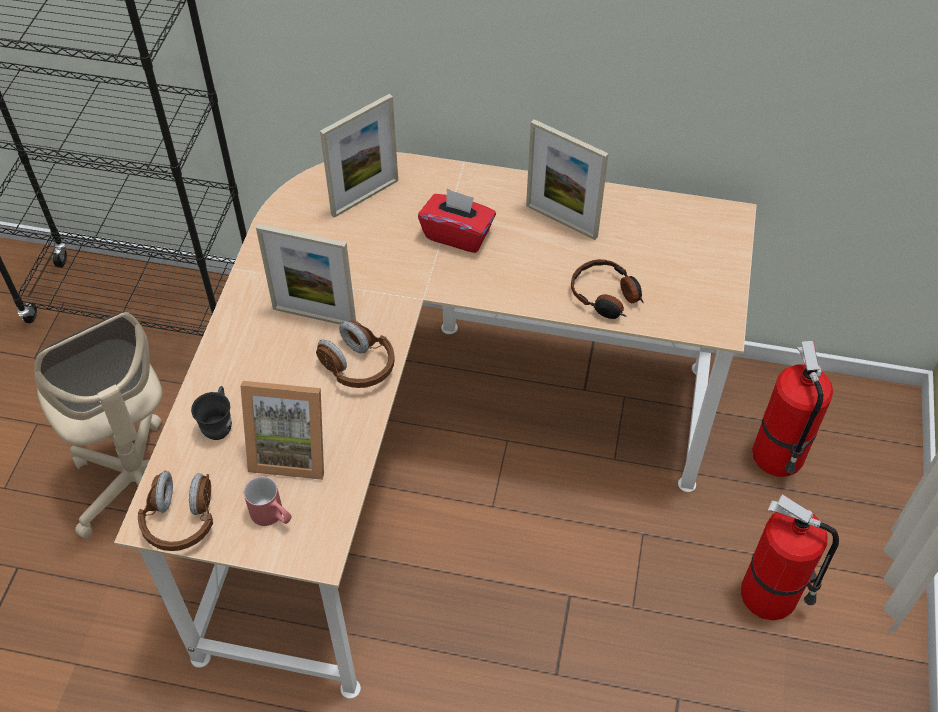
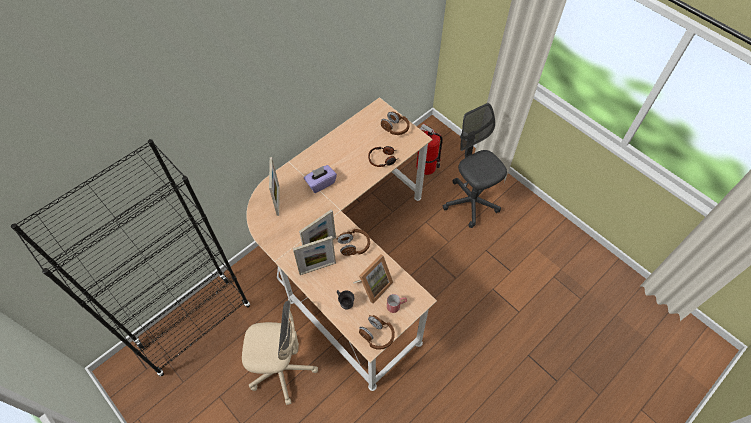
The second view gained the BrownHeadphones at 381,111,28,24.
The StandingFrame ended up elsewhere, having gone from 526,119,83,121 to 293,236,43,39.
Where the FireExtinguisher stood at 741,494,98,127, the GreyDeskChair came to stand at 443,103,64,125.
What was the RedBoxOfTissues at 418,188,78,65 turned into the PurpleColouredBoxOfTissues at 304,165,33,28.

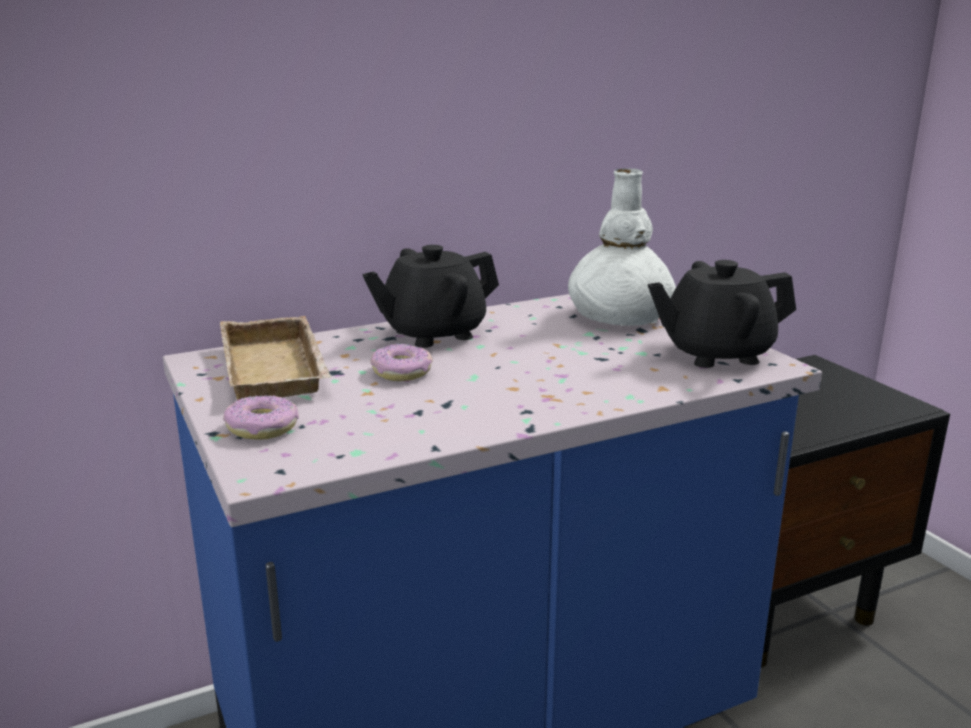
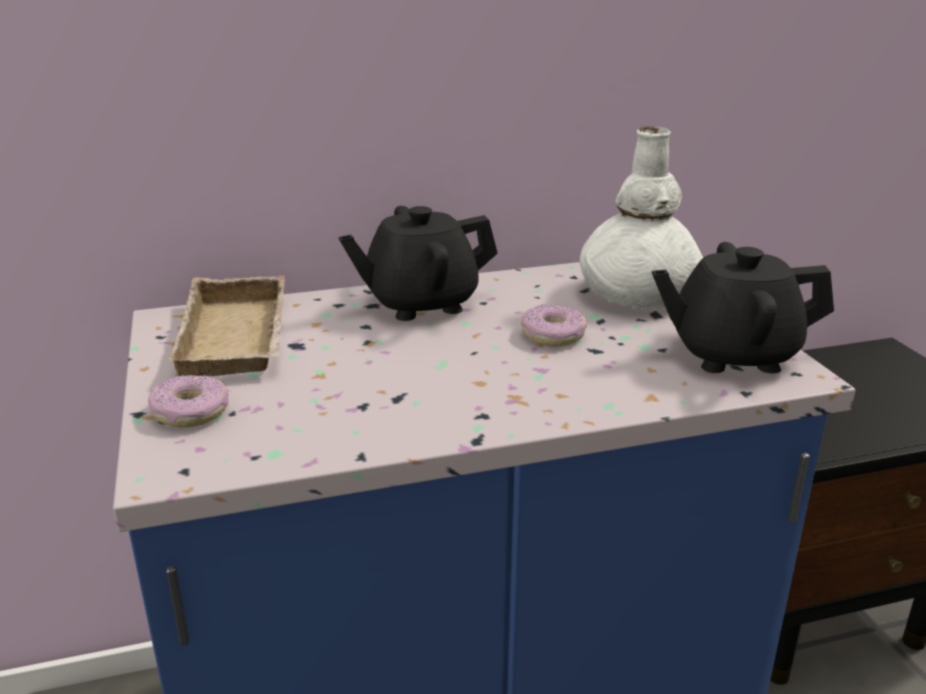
The Doughnut ended up elsewhere, having gone from 370,344,63,37 to 521,303,66,44.

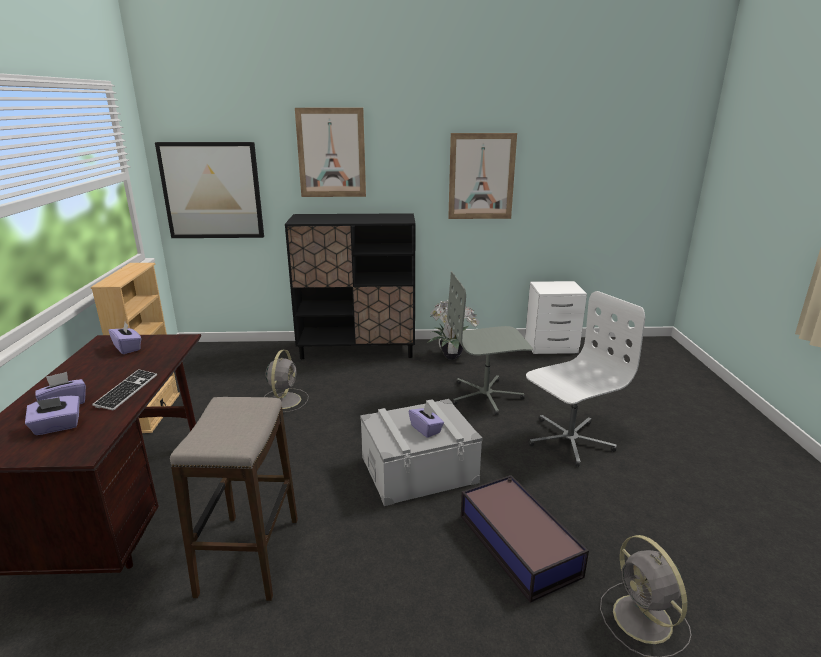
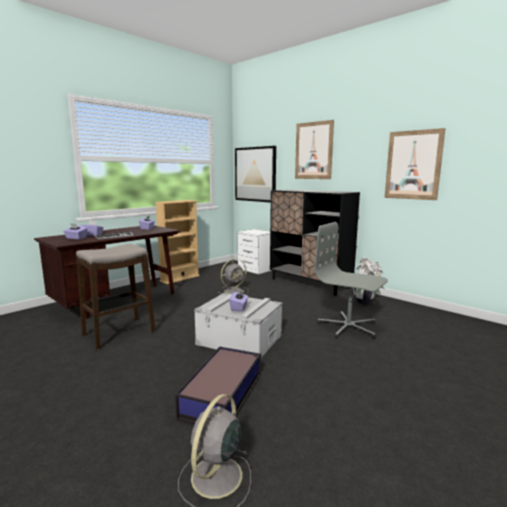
The second view lost the WhiteDeskChair at 526,291,119,176.
The WhiteBedsideTable ended up elsewhere, having gone from 525,281,62,73 to 238,229,34,45.

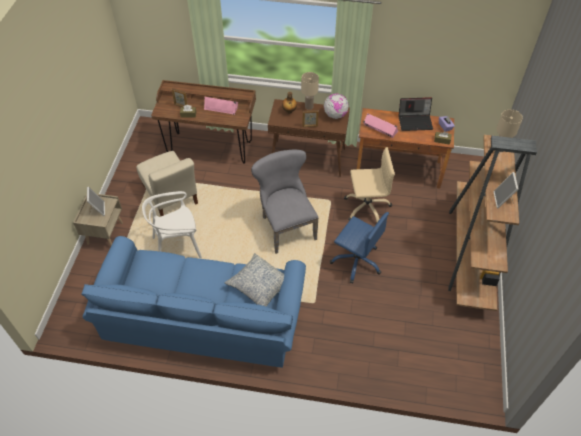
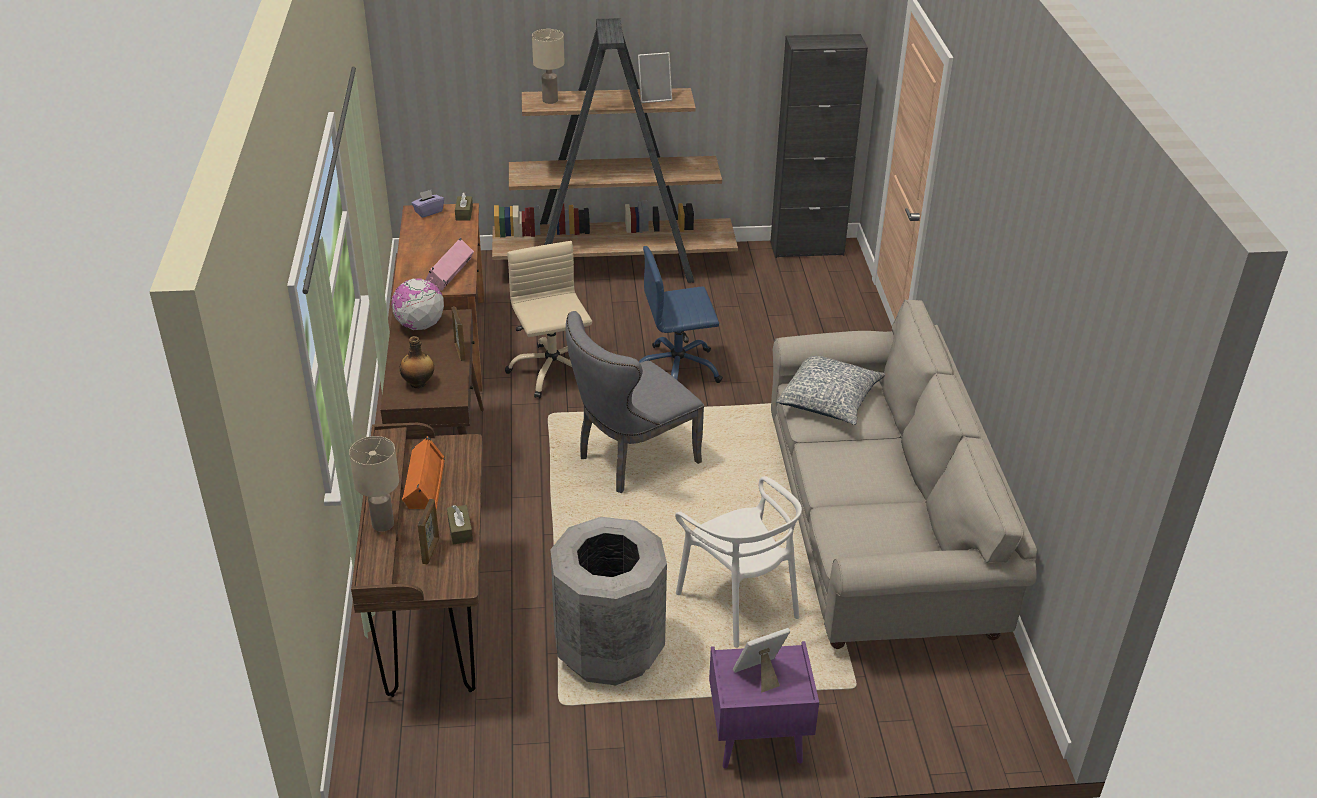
The second view lost the NotebookComputer at 399,97,34,34.
The second view gained the BlackColouredCupboard at 770,34,98,224.
The BeigeColouredLampForATable ended up elsewhere, having gone from 301,72,18,38 to 349,436,50,96.
Where the BeigeColouredChair stood at 136,151,62,65, the GreyTrashCan came to stand at 550,517,117,168.
What was the BeigeColouredBedsideTable at 73,194,50,52 turned into the PurpleColouredBedsideTable at 709,641,110,127.
What was the BluishSettee at 81,236,225,132 turned into the BeigeColouredSettee at 771,299,266,350.
What was the PinkColouredSpeaker at 204,97,34,18 turned into the OrangeySpeaker at 402,436,43,73.
The BluishDeskChair at 330,212,59,72 ended up facing another way, 120 degrees counterclockwise from before.

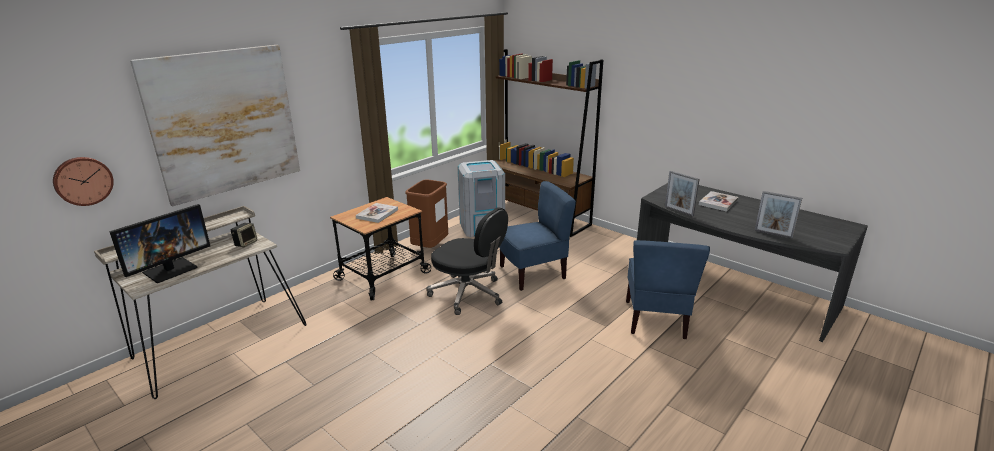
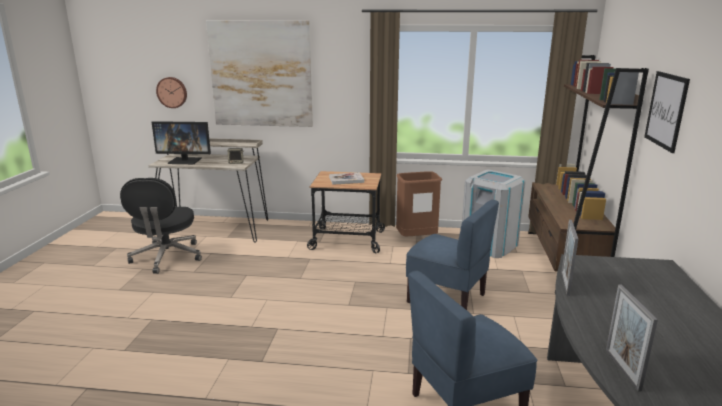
The second view lost the Book at 699,191,39,21.
The second view gained the WallPicture at 644,71,46,82.
The BlackColouredDeskChair ended up elsewhere, having gone from 427,207,81,108 to 120,178,82,96.

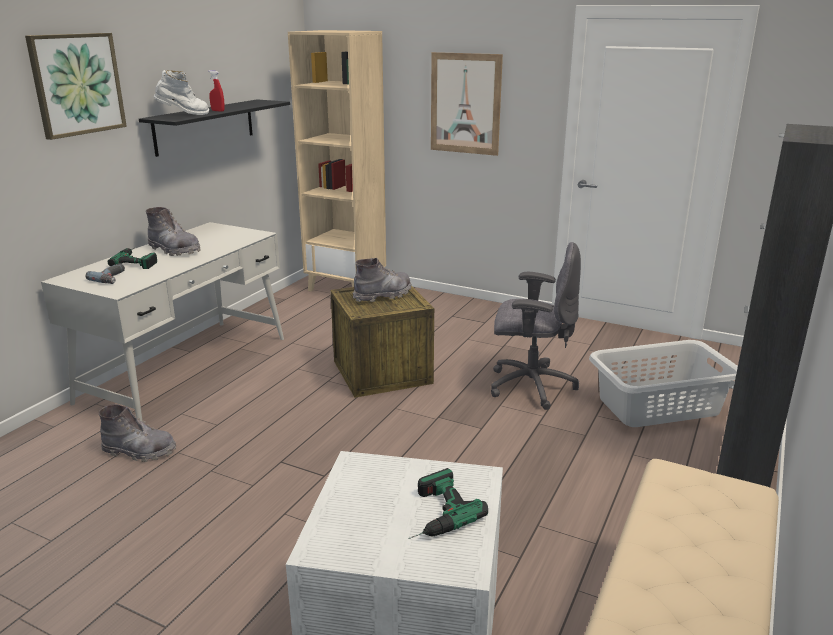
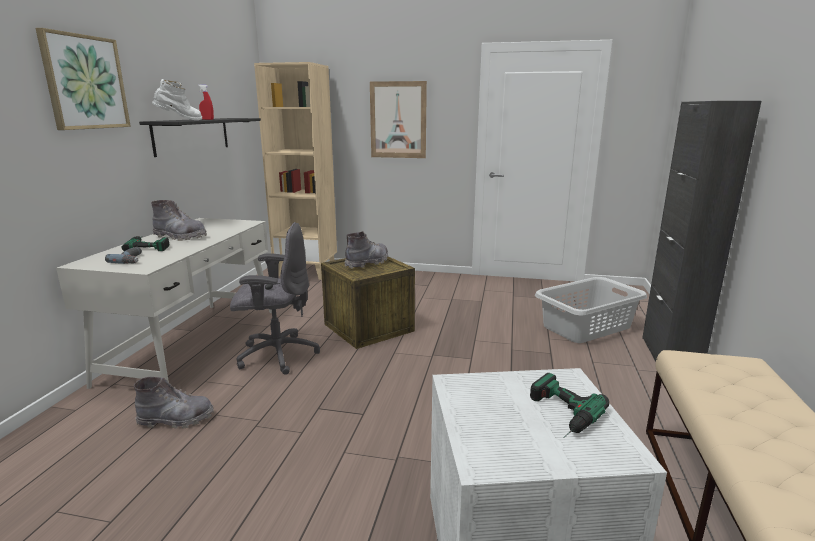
The GreyDeskChair ended up elsewhere, having gone from 491,242,90,168 to 230,222,90,153.

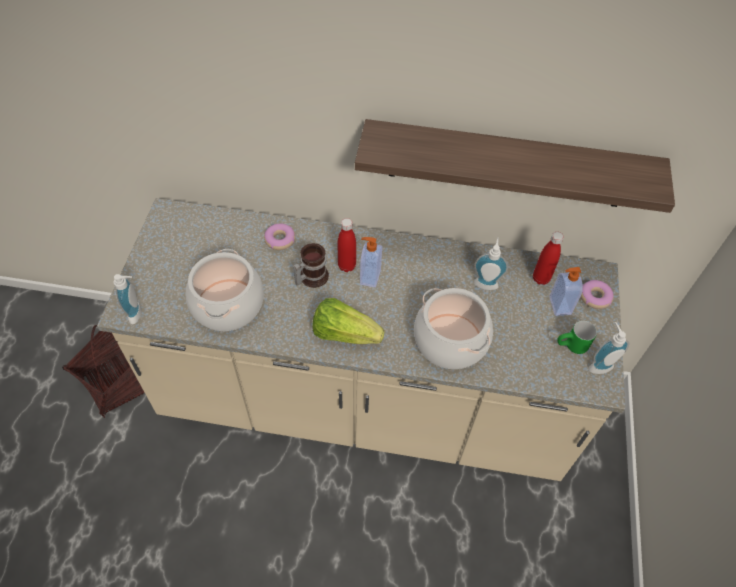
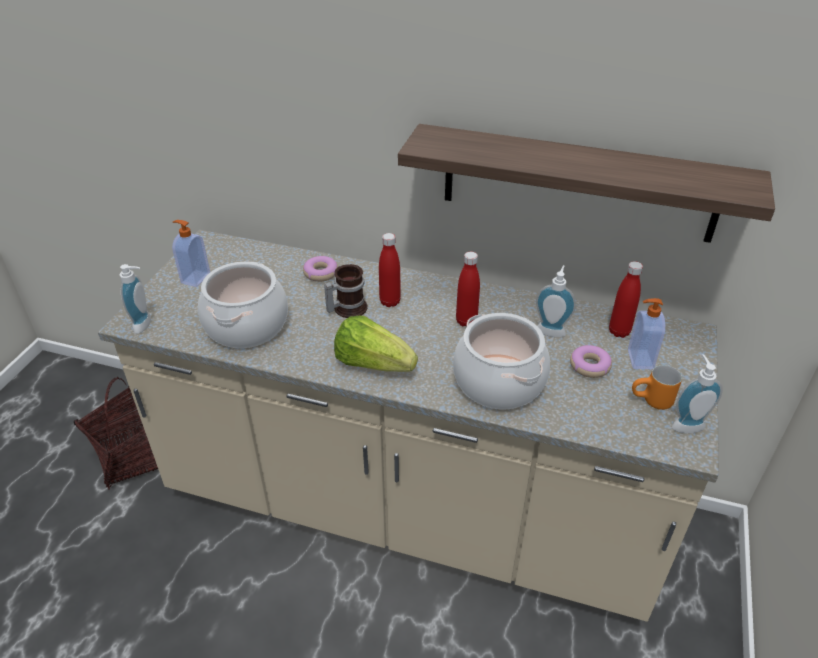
The second view gained the RedDrinkBottle at 456,252,24,75.
The LiquidSoapBottle ended up elsewhere, having gone from 360,237,22,51 to 172,220,38,67.
The Doughnut ended up elsewhere, having gone from 581,280,33,29 to 570,345,42,33.
What was the GreenColouredCoffeeMug at 557,321,40,33 turned into the OrangeyCoffeeMug at 632,365,50,45.

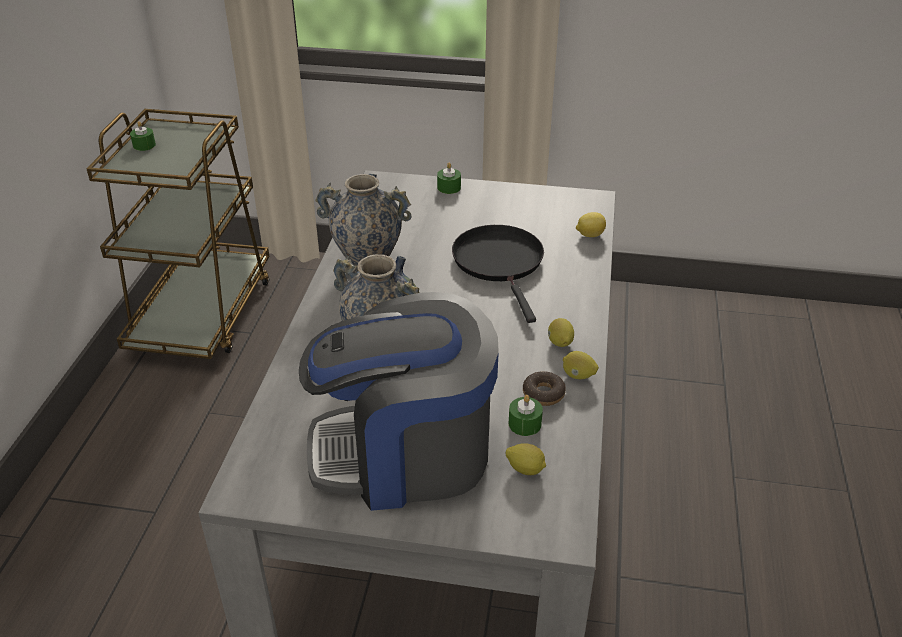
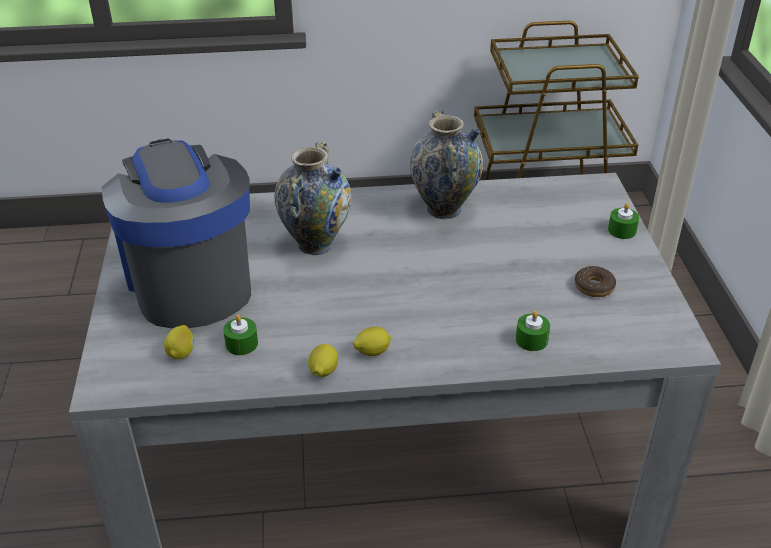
The second view lost the BlackColouredPan at 452,225,92,98.
The second view lost the CitrusFruit at 576,212,30,25.
The GreenColouredCandle ended up elsewhere, having gone from 130,121,26,30 to 516,310,34,41.
The Doughnut ended up elsewhere, having gone from 523,371,43,35 to 575,266,41,31.

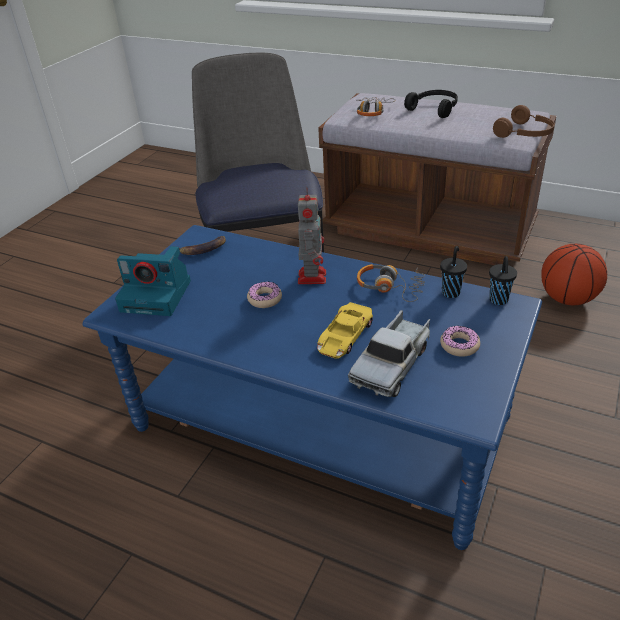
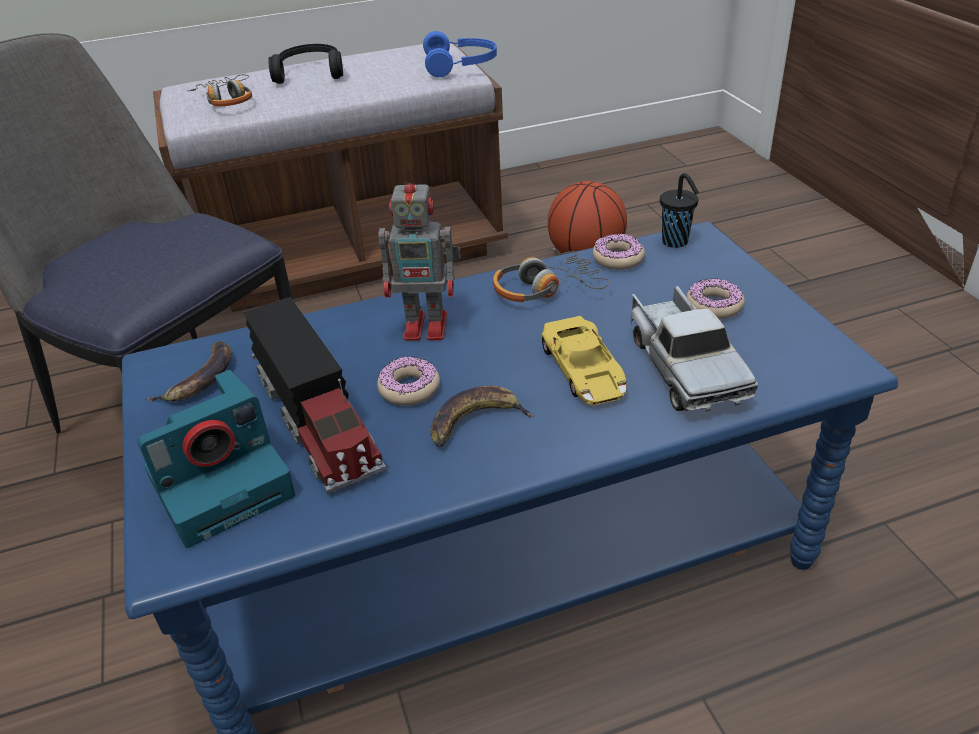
The second view gained the ModelTruck at 243,297,143,197.
The second view gained the Banana at 430,386,106,60.
Where the BlackColouredSmallCup stood at 440,246,27,52, the Doughnut came to stand at 593,233,52,37.
What was the BrownHeadphones at 493,105,62,33 turned into the BluishHeadphones at 423,31,74,46.
The RobotFigure at 298,187,28,97 ended up facing another way, 135 degrees clockwise from before.

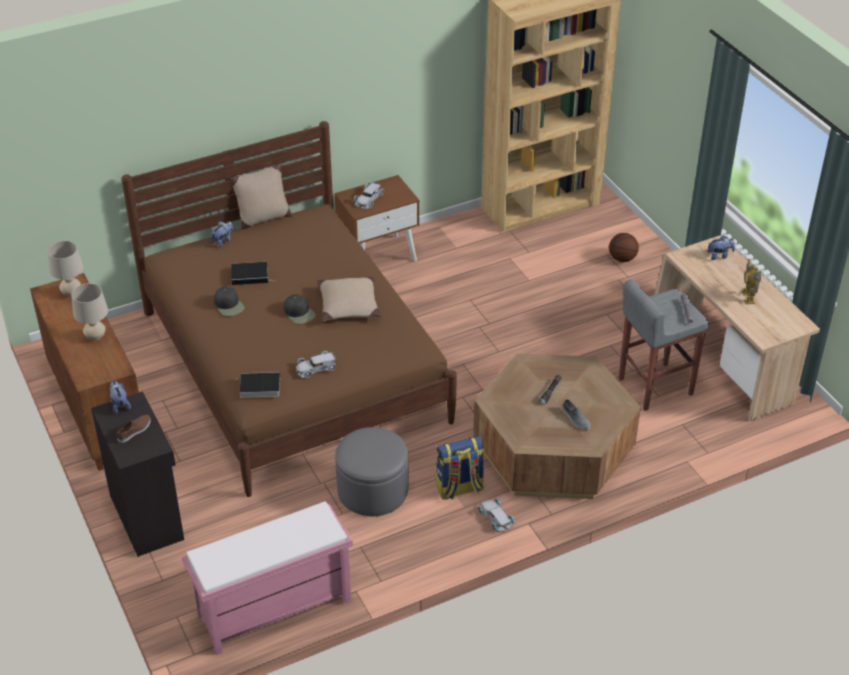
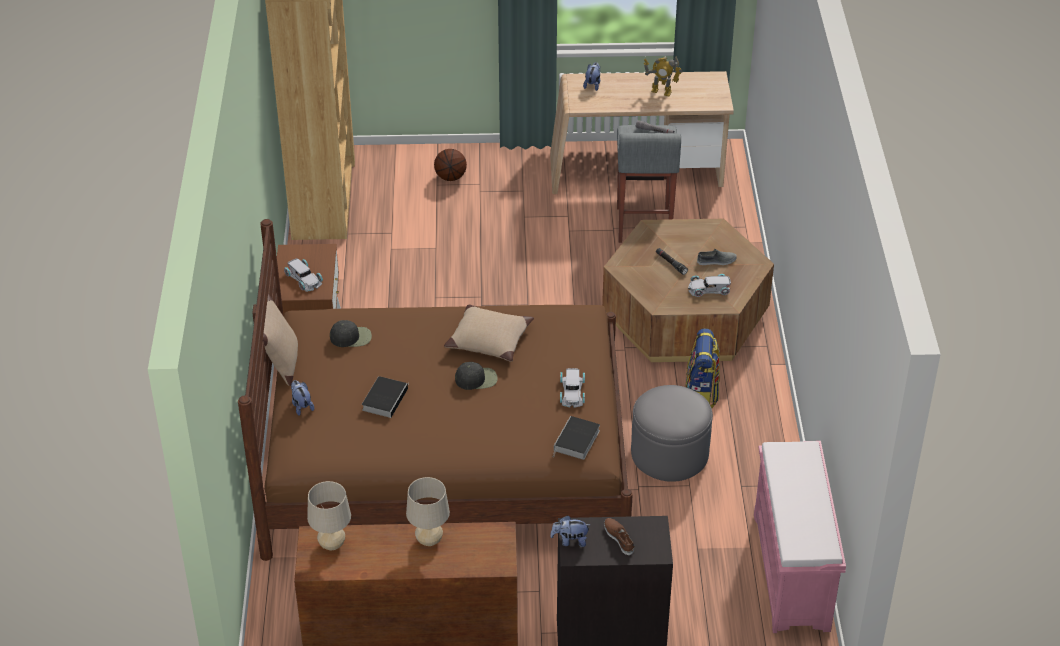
The BlackColouredCap ended up elsewhere, having gone from 214,286,31,30 to 330,320,42,27.
The WhiteMiniatureCar ended up elsewhere, having gone from 478,498,37,34 to 688,274,43,23.

